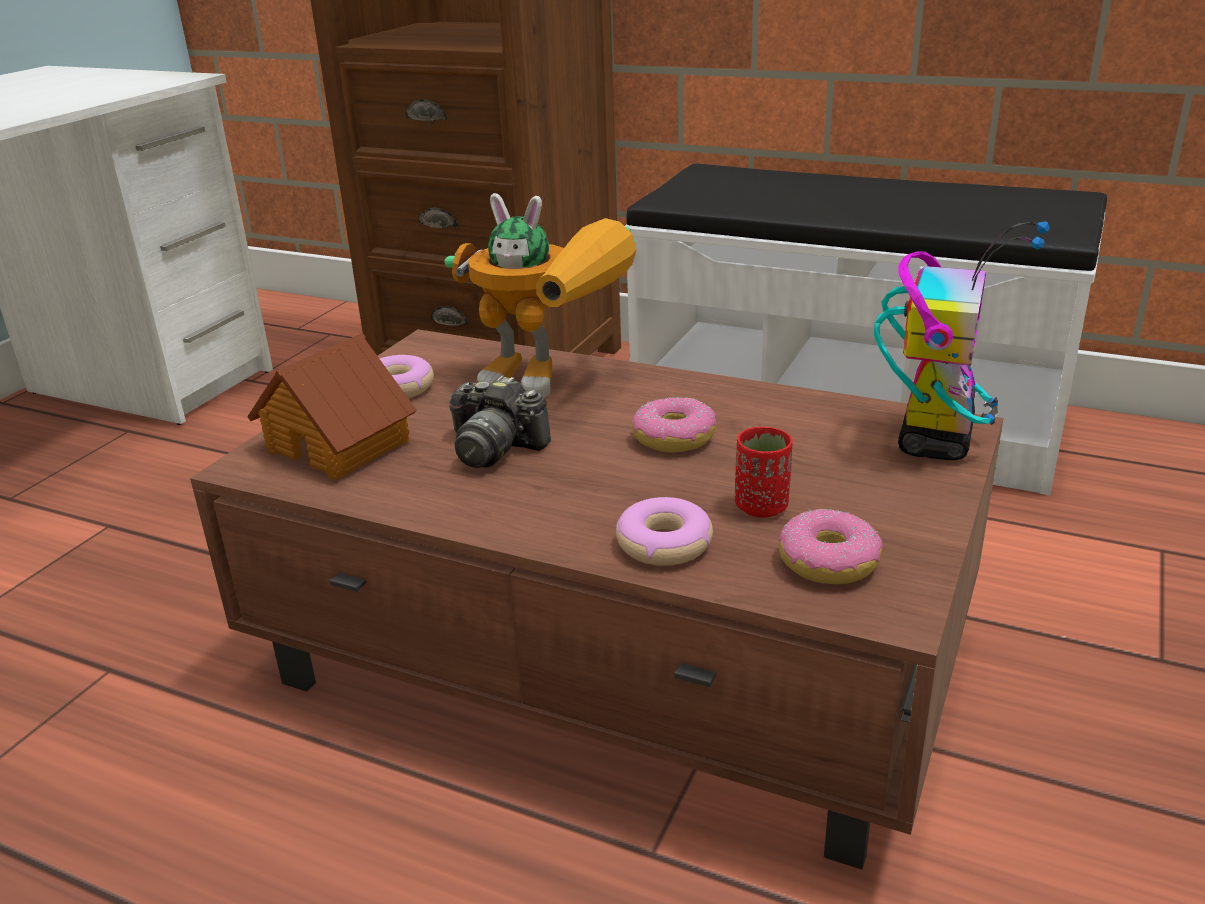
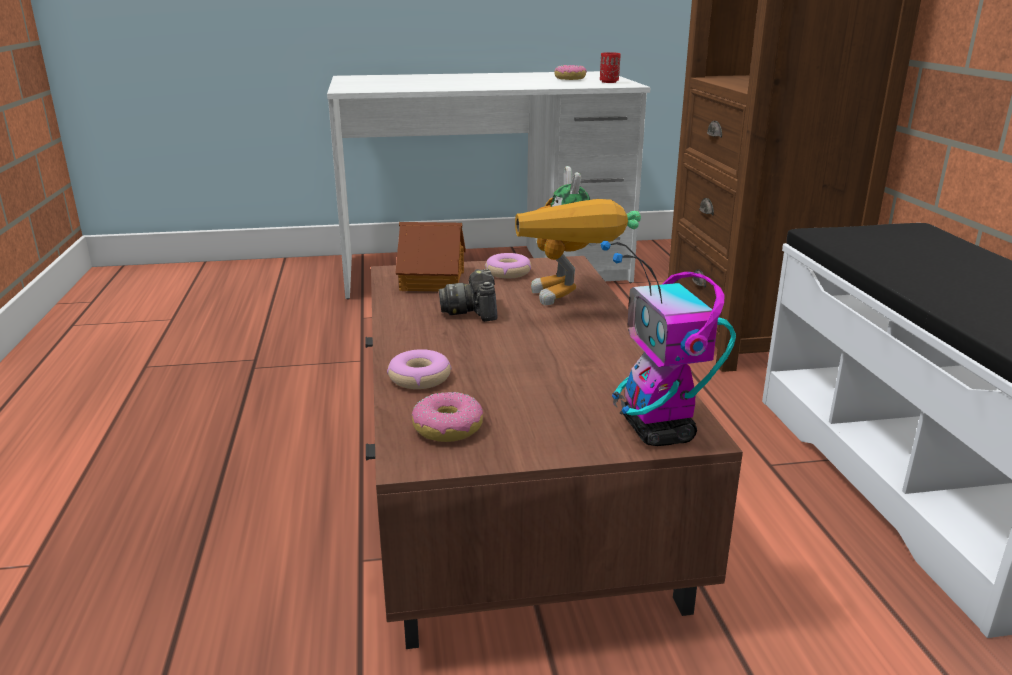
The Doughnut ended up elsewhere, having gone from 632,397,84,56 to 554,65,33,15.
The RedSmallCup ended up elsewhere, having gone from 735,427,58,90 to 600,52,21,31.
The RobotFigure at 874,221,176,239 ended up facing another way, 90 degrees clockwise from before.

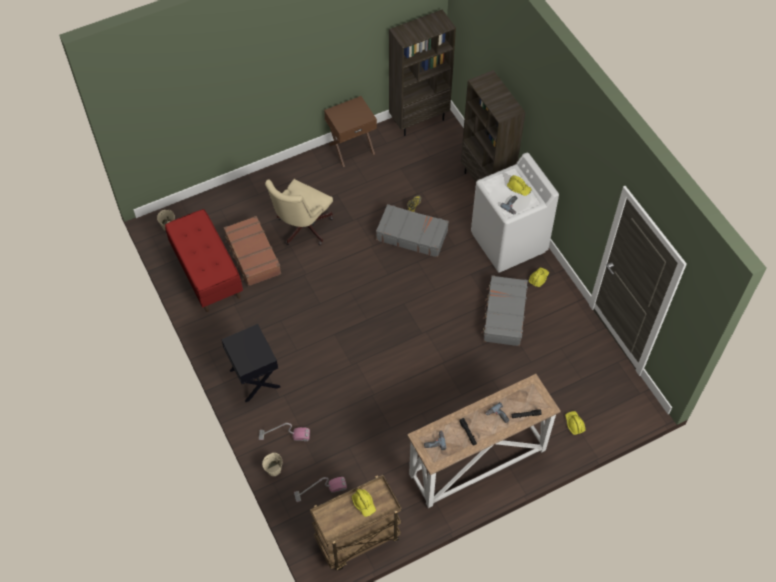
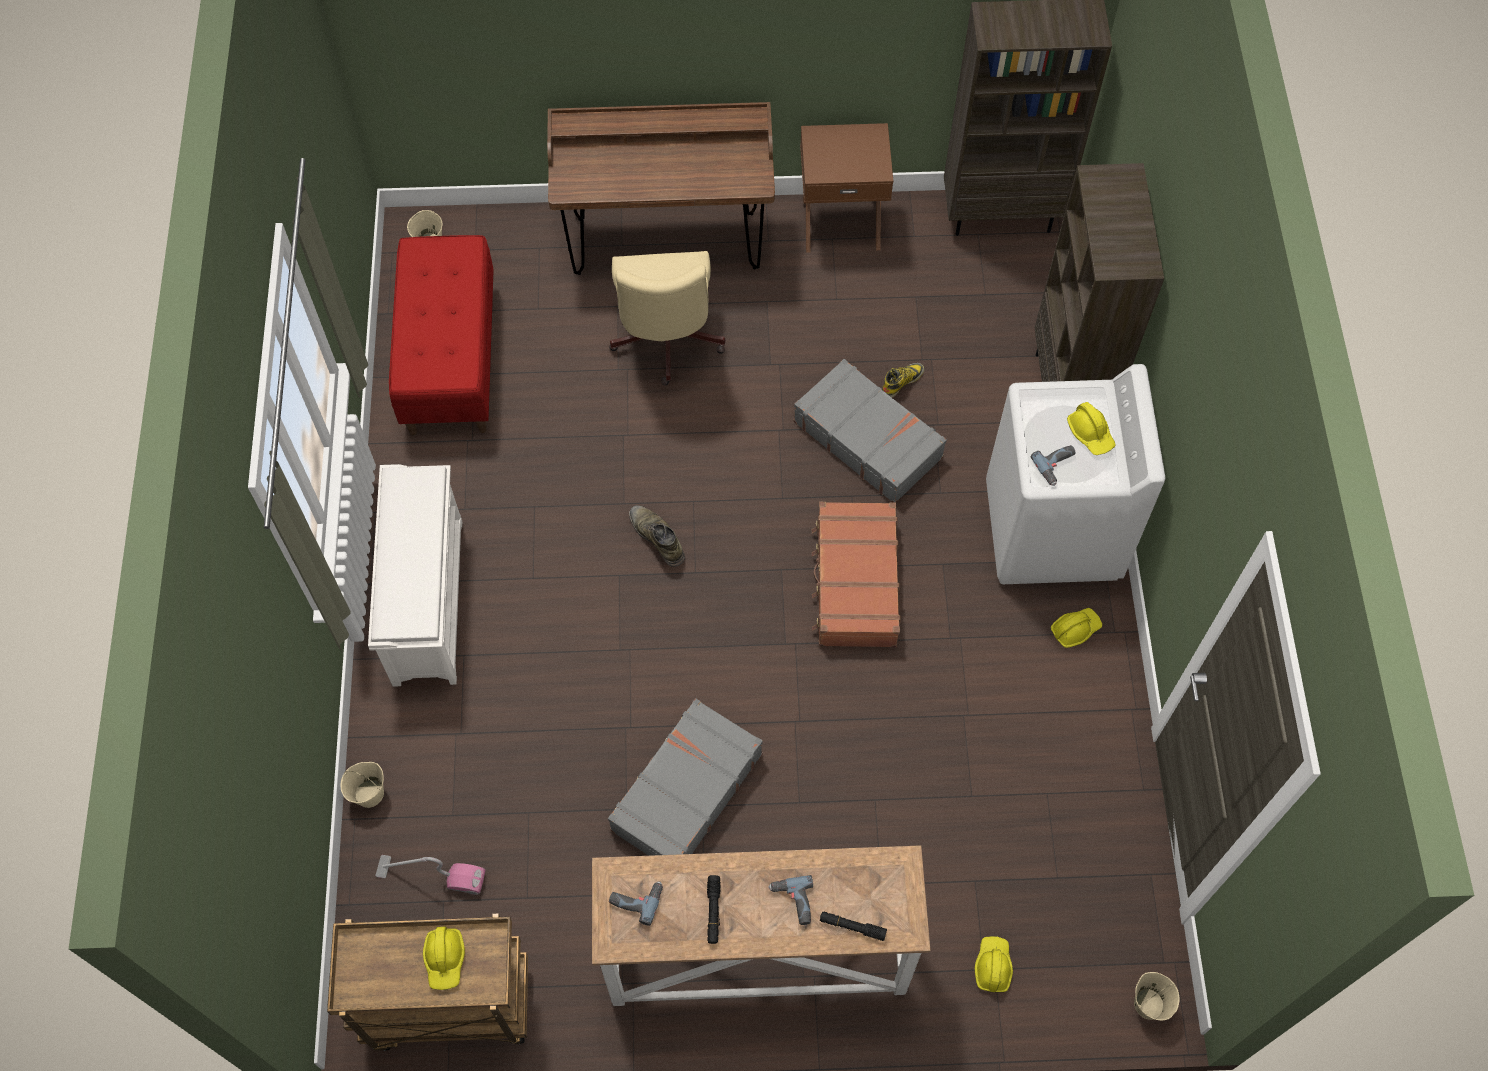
The second view lost the VacuumCleaner at 259,423,51,19.
The second view gained the BrownDesk at 547,102,228,173.
The second view gained the GreenColouredBoot at 629,505,56,62.
The second view gained the BeigeColouredPail at 1134,972,45,49.
The BrownTravelCase ended up elsewhere, having gone from 224,216,57,70 to 812,502,89,145.
The GreyTravelCase ended up elsewhere, having gone from 481,275,47,71 to 608,698,155,158.
Where the BlackColouredBedsideTable stood at 221,324,60,78, the WhiteShoeStand came to stand at 368,464,94,223.
The BeigeColouredDeskChair at 265,179,68,66 ended up facing another way, 60 degrees counterclockwise from before.

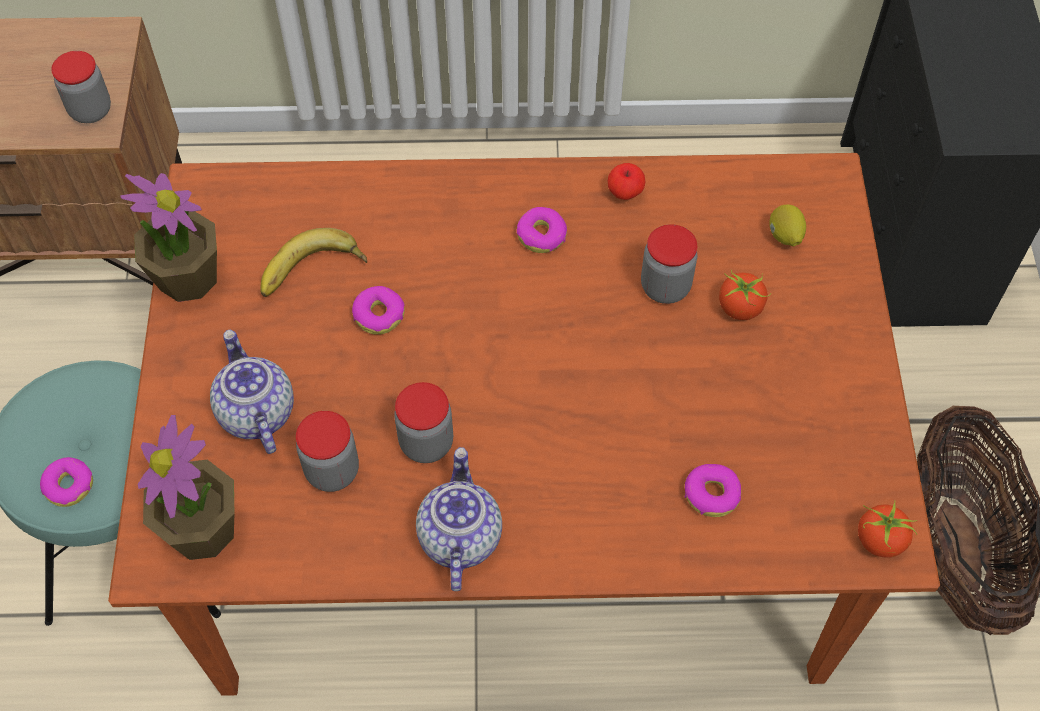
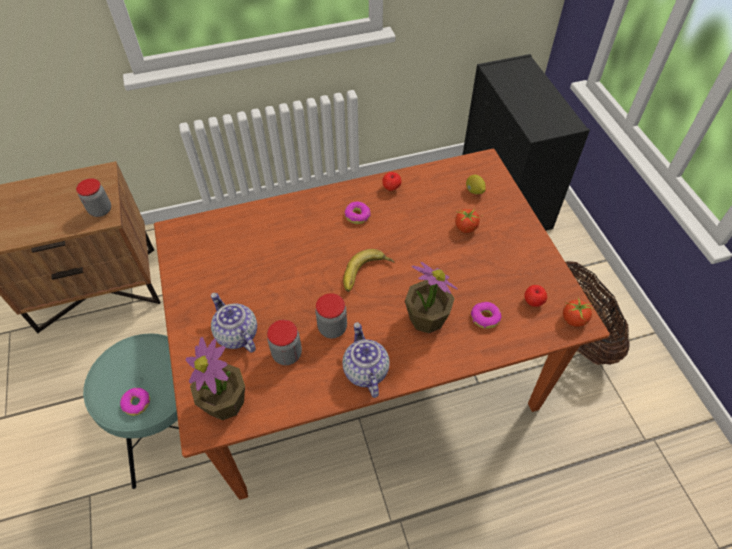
The second view lost the Doughnut at 352,286,53,49.
The second view lost the Jar at 641,224,56,80.
The second view gained the Apple at 524,285,23,22.
The PottedPlant ended up elsewhere, having gone from 120,173,97,129 to 405,262,53,71.
The Banana ended up elsewhere, having gone from 260,228,107,69 to 343,249,51,43.

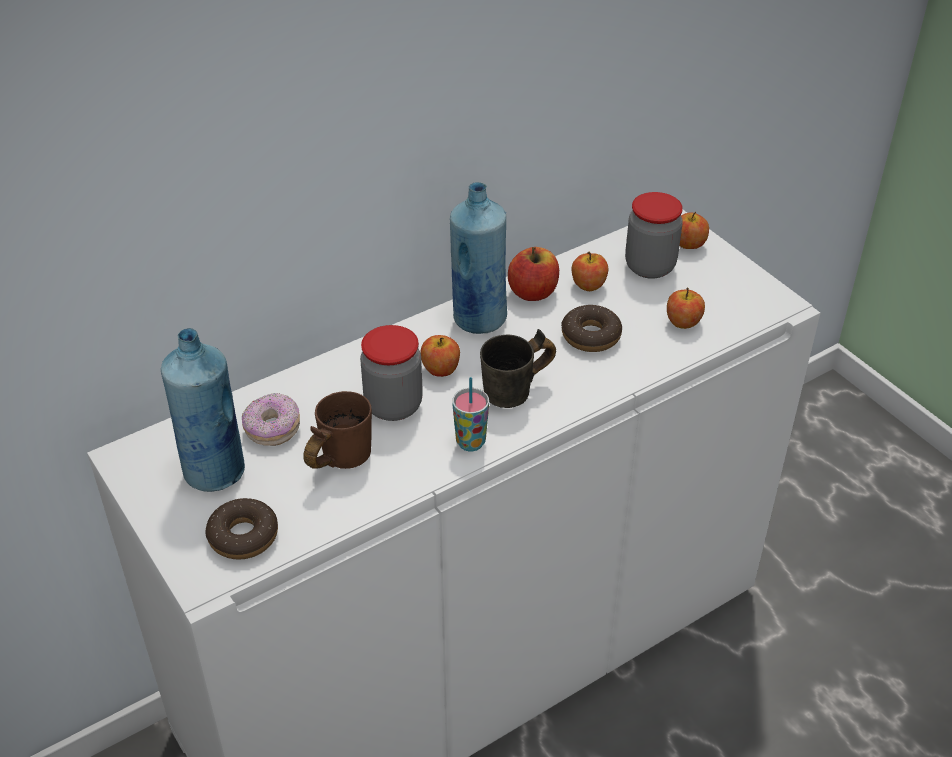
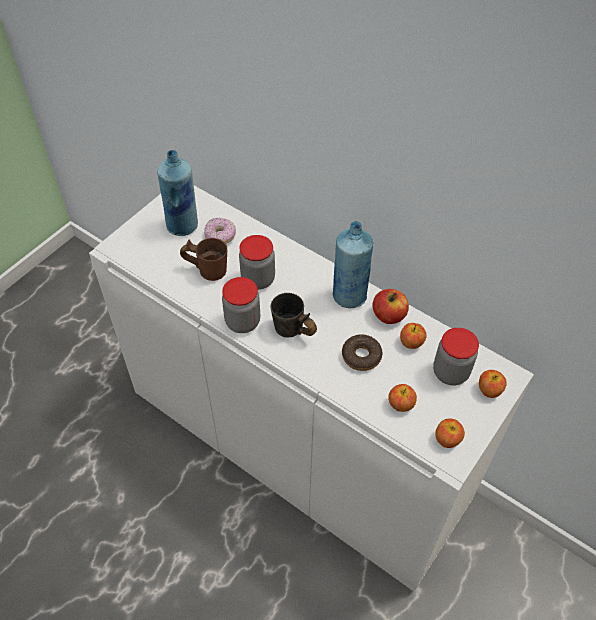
The second view lost the Doughnut at 205,498,73,62.
The Apple ended up elsewhere, having gone from 420,335,40,42 to 435,419,30,29.
Where the SmallCup stood at 452,377,37,74, the Jar came to stand at 222,277,38,56.

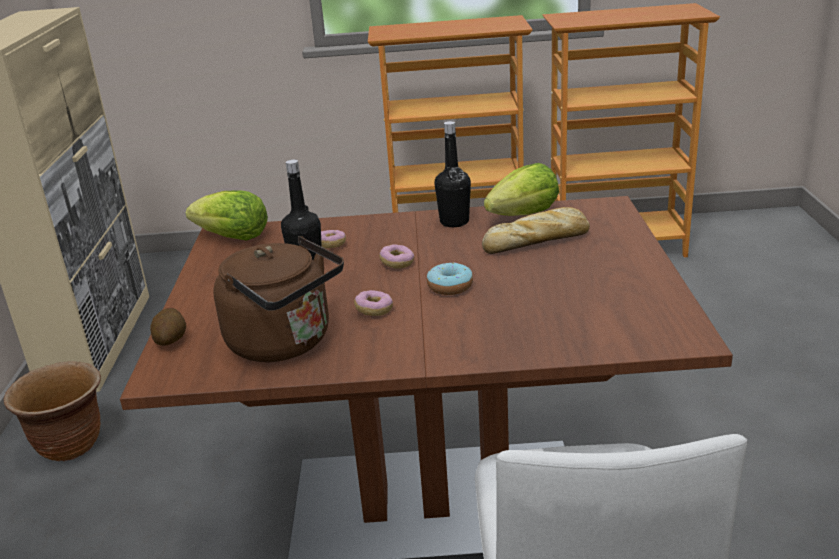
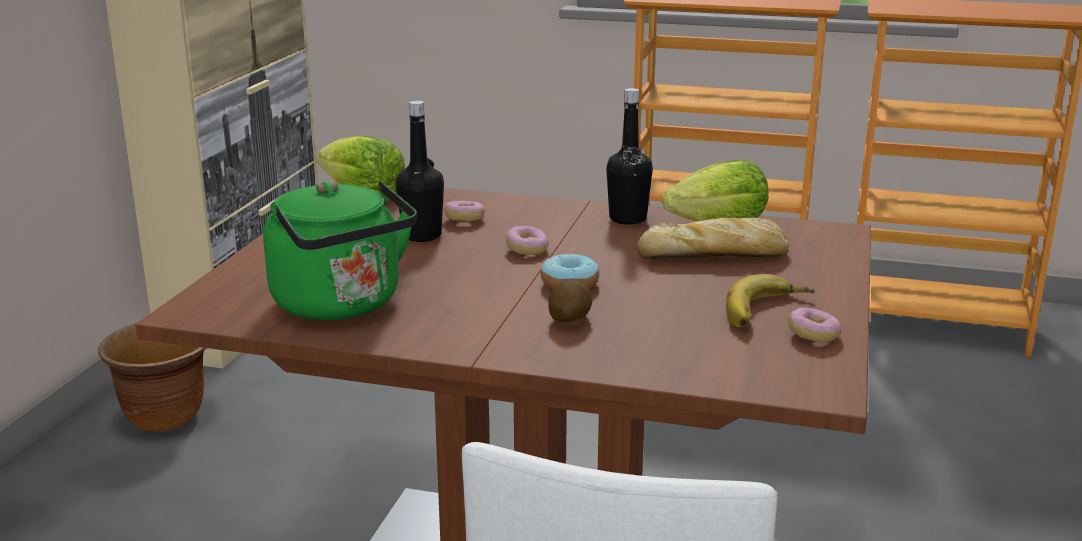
The second view gained the Banana at 726,274,89,53.
The Spud ended up elsewhere, having gone from 150,308,36,38 to 549,278,44,44.
The Doughnut ended up elsewhere, having gone from 354,290,39,26 to 788,308,53,34.
What was the BrownWaterKettle at 213,236,131,126 turned into the GreenColouredWaterKettle at 263,180,154,140.

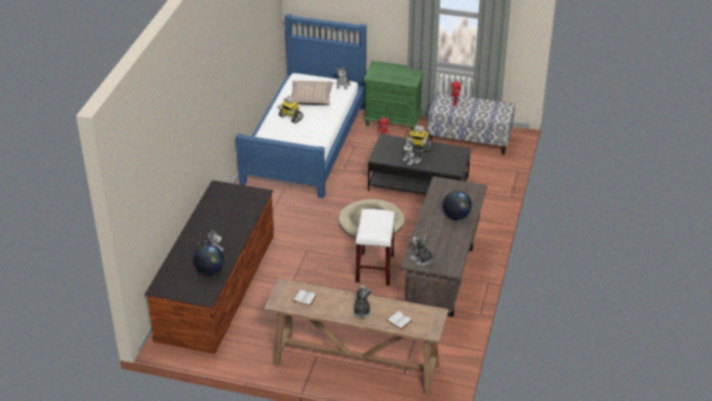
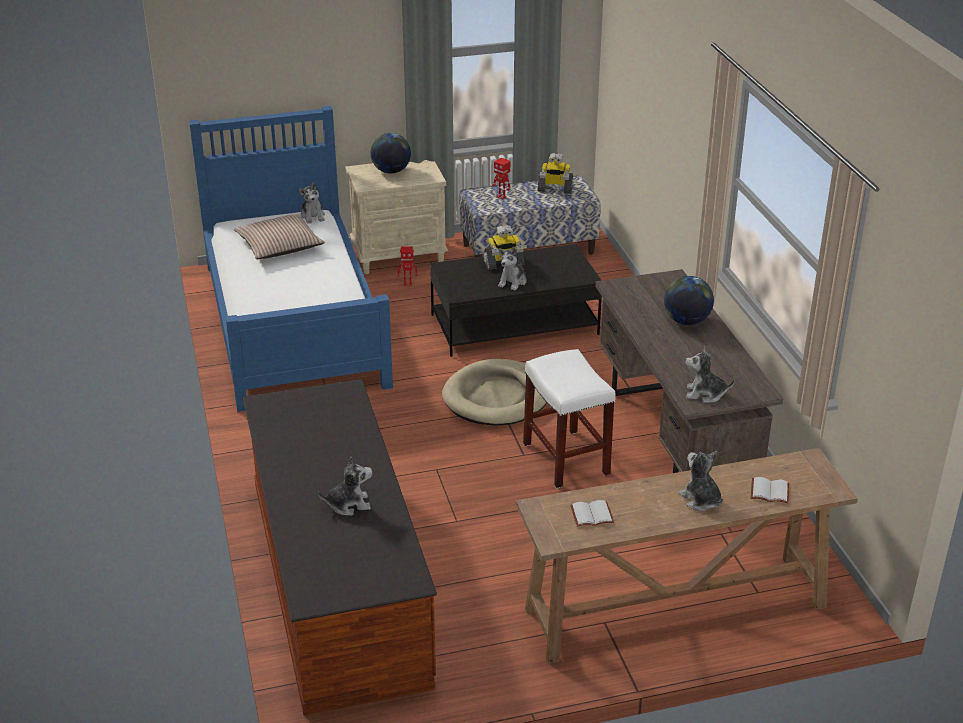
The Globe ended up elsewhere, having gone from 194,245,30,30 to 371,133,40,41.
The RobotFigure ended up elsewhere, having gone from 277,96,27,28 to 538,153,35,41.
What was the GreenColouredBedsideTable at 363,61,61,70 turned into the BeigeColouredBedsideTable at 346,160,102,114.

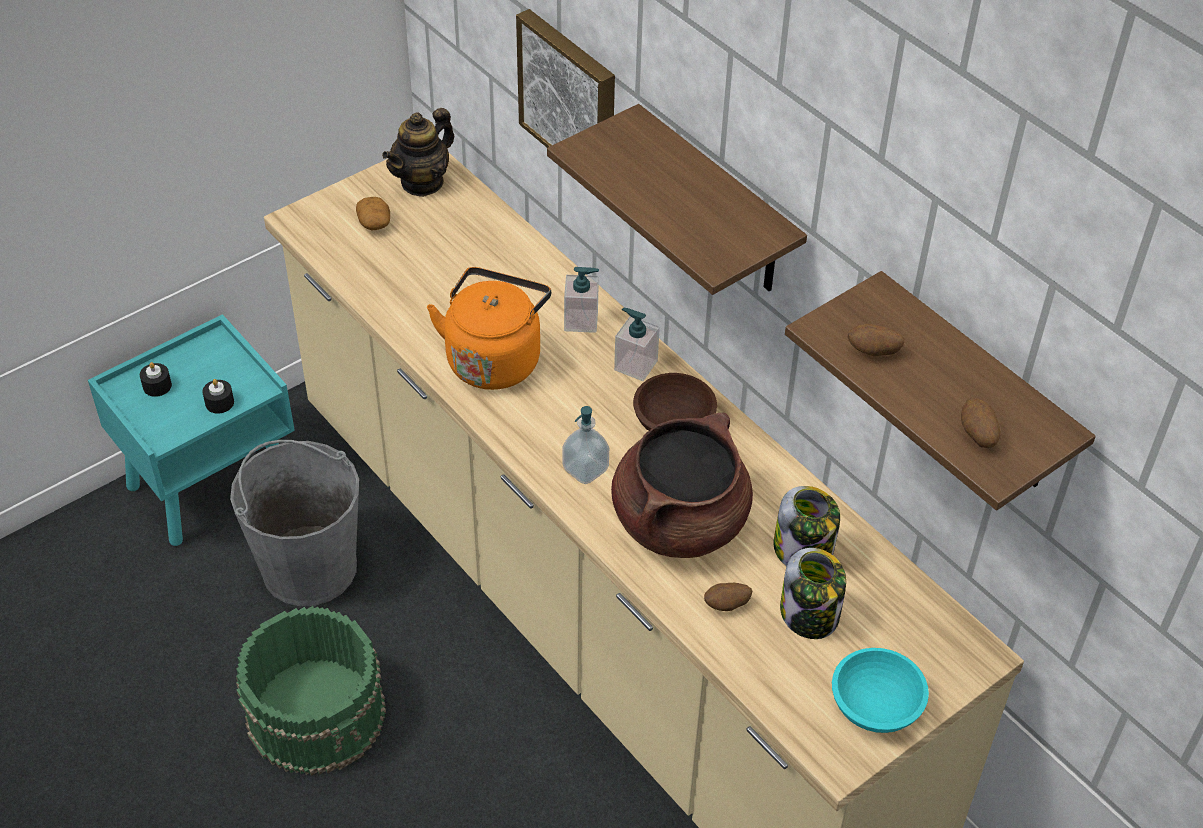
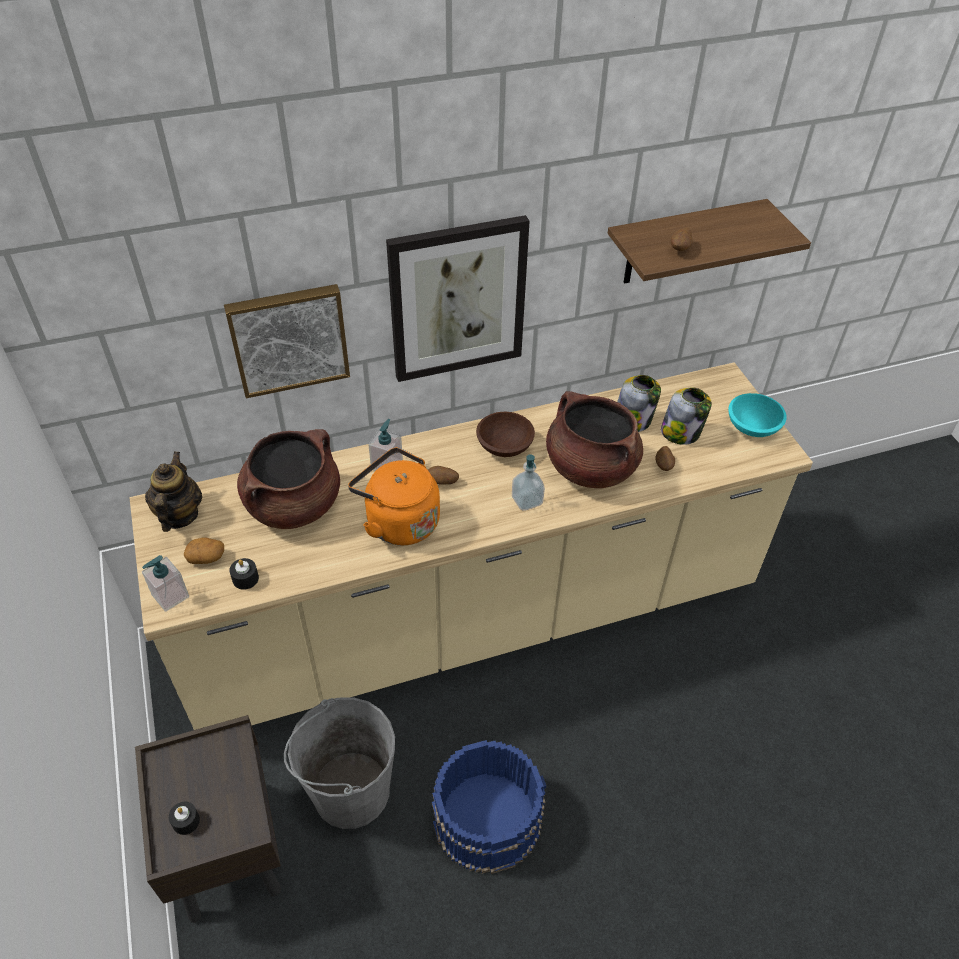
The second view gained the BrownSaucepot at 237,429,103,100.
The BlackColouredCandle ended up elsewhere, having gone from 202,379,32,35 to 229,558,30,32.
The LiquidSoapBottle ended up elsewhere, having gone from 614,308,46,73 to 142,555,47,57.
The Spud ended up elsewhere, having gone from 961,398,40,50 to 428,466,31,19.
Where the BracketShelf hung at 547,104,260,191, the WallPicture came to hang at 386,215,144,167.
What was the TurquoiseBedsideTable at 88,314,207,232 turned into the BrownBedsideTable at 135,715,146,208.
What was the GreenColouredPail at 236,606,150,170 turned into the BluishPail at 432,740,114,134.
The TeaPot at 382,108,72,89 ended up facing another way, 150 degrees counterclockwise from before.

